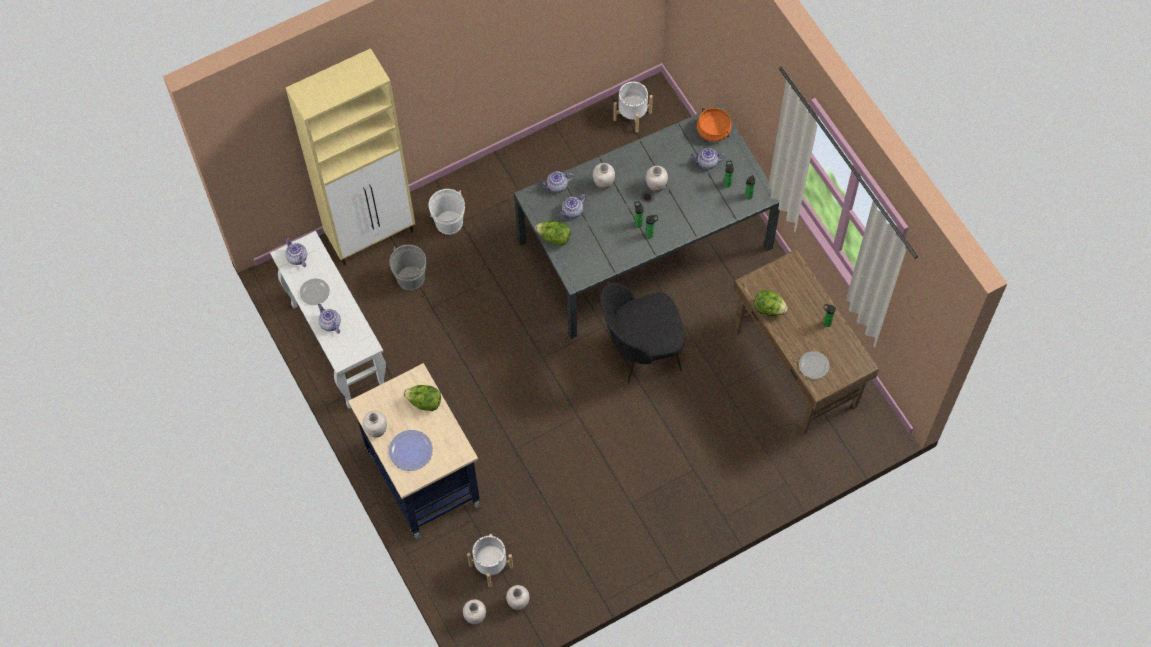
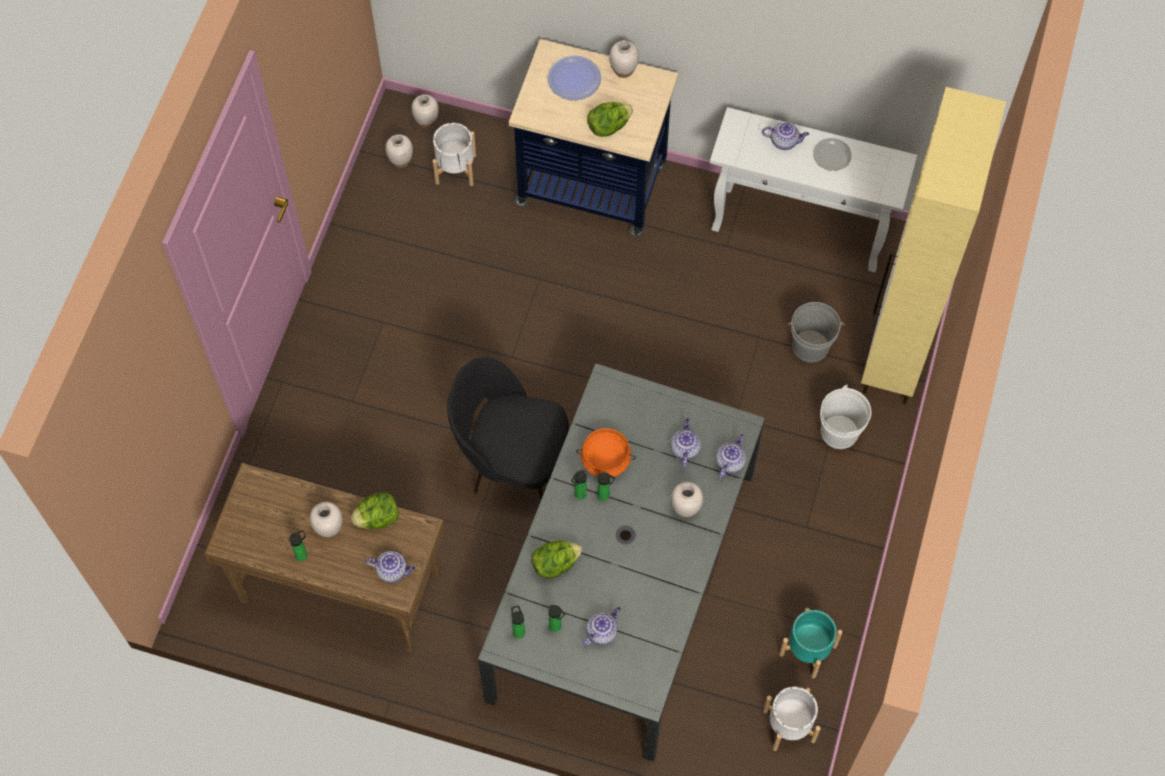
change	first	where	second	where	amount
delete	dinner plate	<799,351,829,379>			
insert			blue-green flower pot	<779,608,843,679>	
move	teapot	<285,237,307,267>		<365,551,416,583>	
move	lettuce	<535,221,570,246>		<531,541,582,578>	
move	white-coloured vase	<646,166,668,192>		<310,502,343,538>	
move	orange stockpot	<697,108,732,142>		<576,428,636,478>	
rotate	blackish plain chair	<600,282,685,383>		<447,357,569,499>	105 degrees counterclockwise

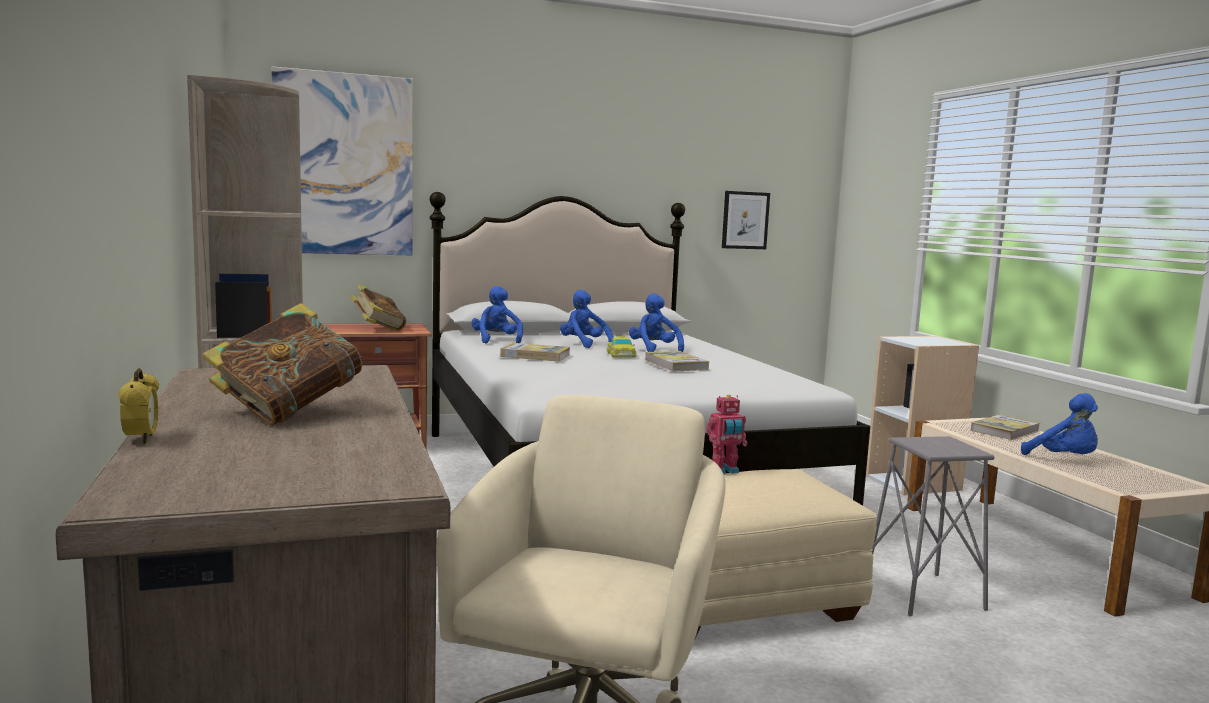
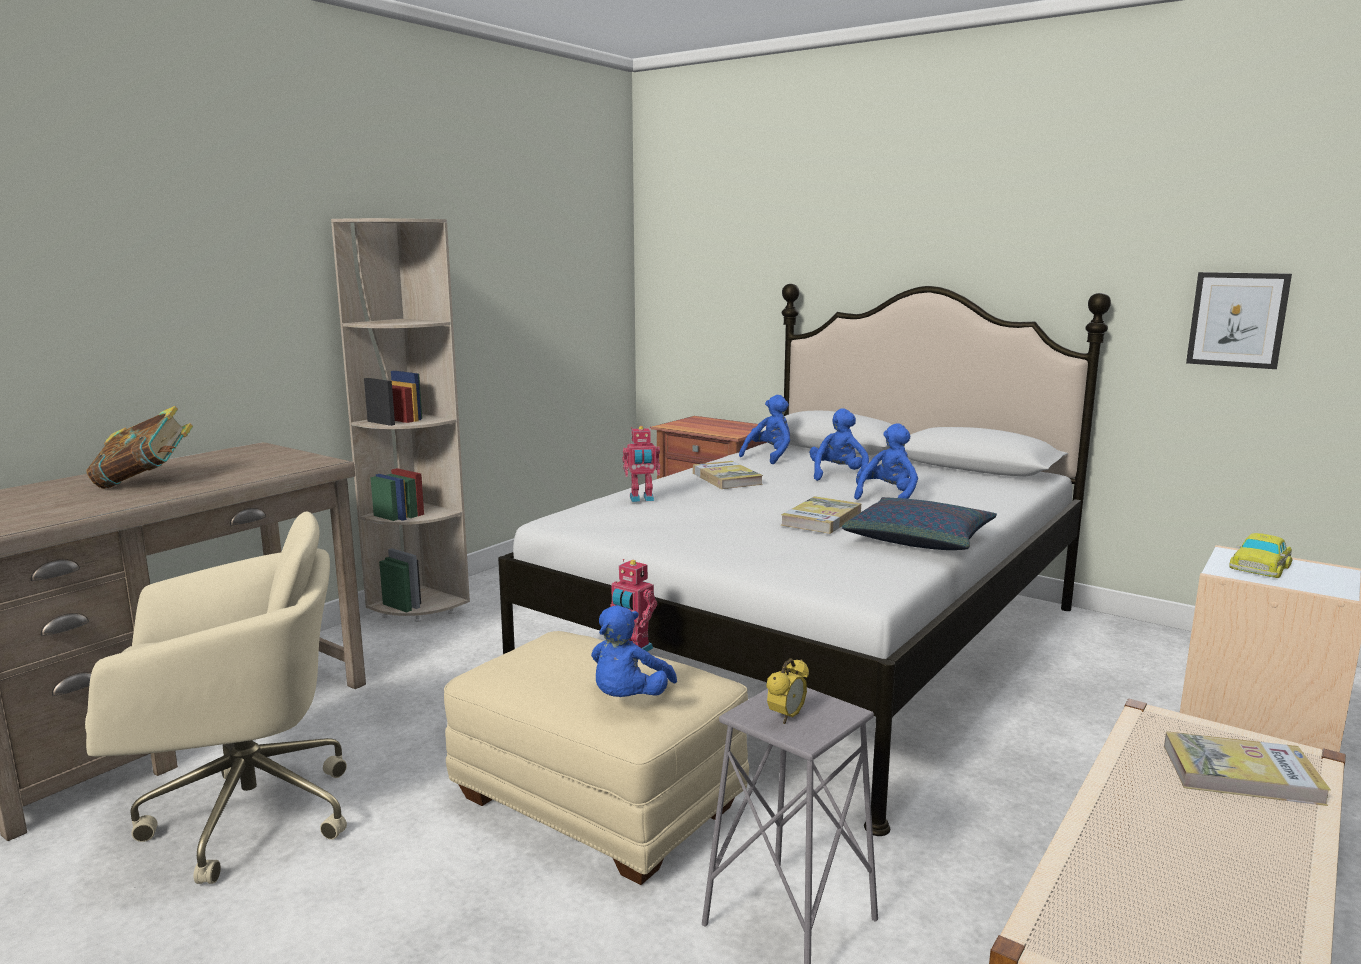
change	first	where	second	where	amount
delete	wall picture	<271,66,413,255>			
delete	bound book	<351,284,406,331>			
insert			toy robot	<623,426,660,502>	
insert			bluish throw pillow	<842,497,997,550>	
move	bedside clock	<118,368,159,444>		<766,658,809,724>	
move	miniature car	<607,336,636,358>		<1229,533,1292,578>	
move	bluish soft toy	<1021,393,1098,455>		<591,605,677,697>	

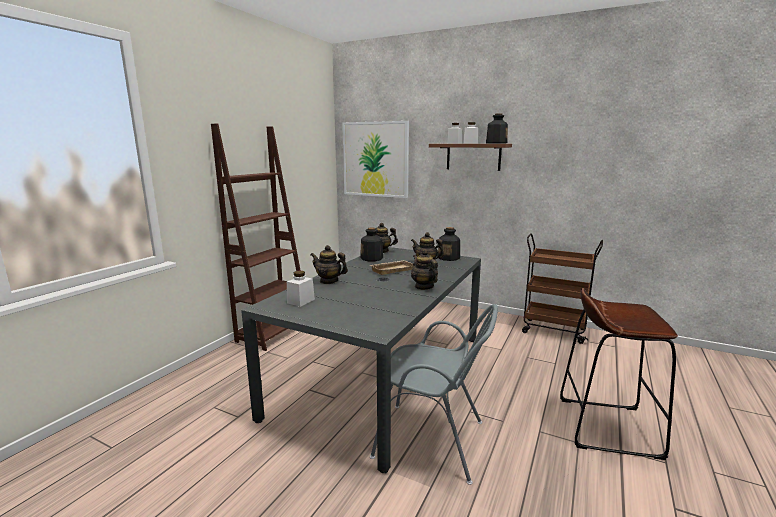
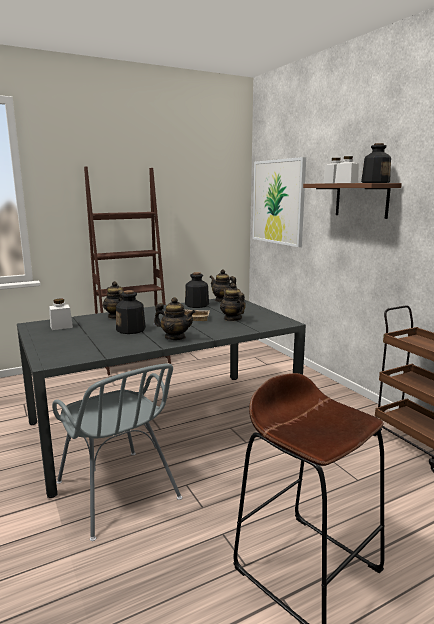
change	first	where	second	where	amount
move	beverage bottle	<438,227,460,261>		<116,290,146,334>	
rotate	teapot	<411,250,438,290>		<154,297,196,340>	105 degrees clockwise

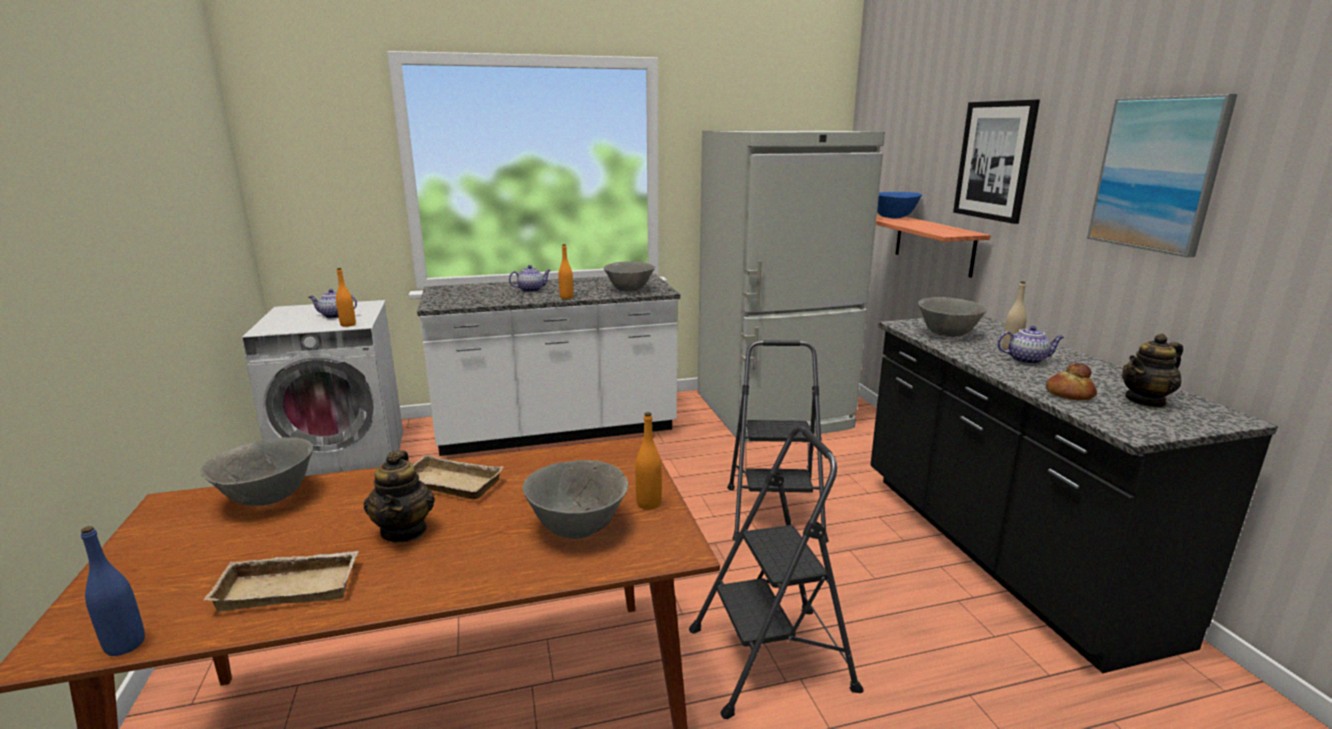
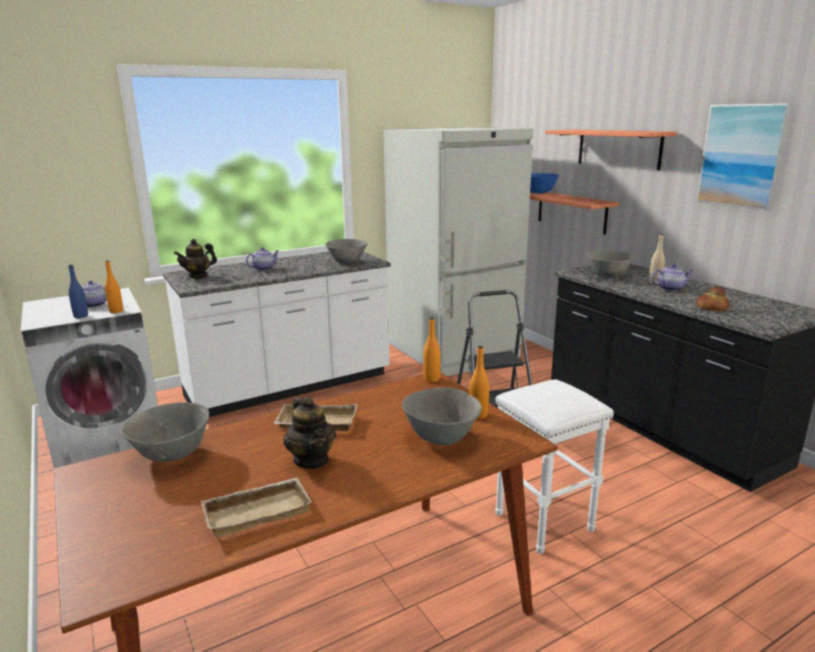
change	first	where	second	where	amount
move	bluish beverage bottle	<81,526,145,656>		<68,264,88,318>	
move	orange beverage bottle	<559,244,573,299>		<423,317,441,382>	
move	teapot	<1122,333,1183,408>		<174,239,217,279>	
replace	blackish step stool	<689,426,864,719>	white-coloured stool seat	<495,379,614,554>	
replace	wall picture	<953,100,1040,224>	shelf	<545,130,677,170>	

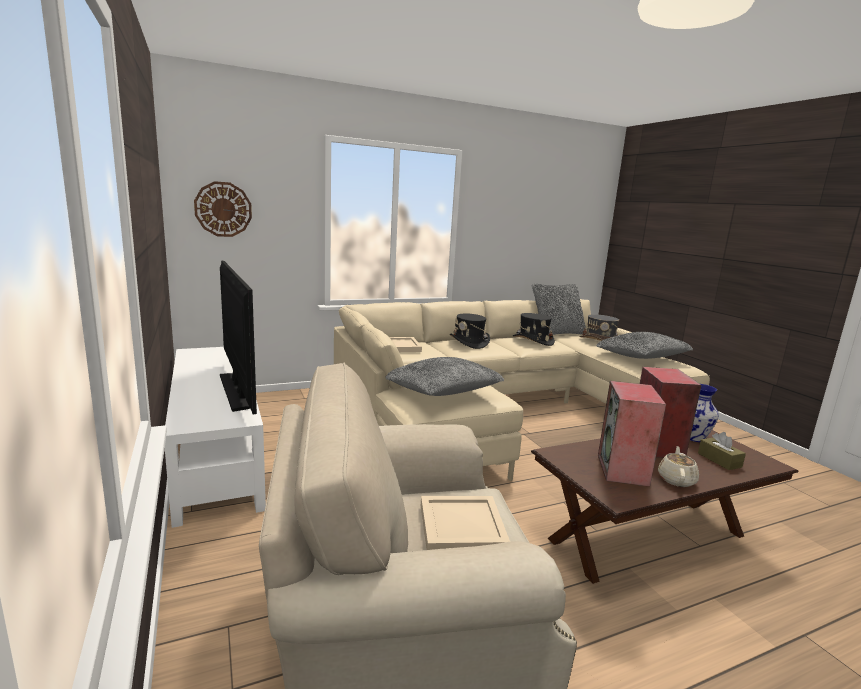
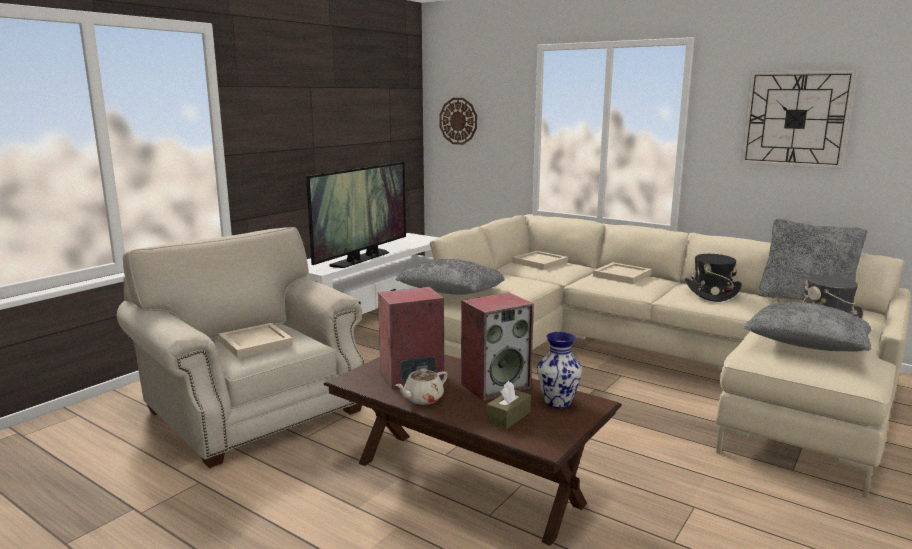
change	first	where	second	where	amount
insert			hanging clock	<741,70,857,169>	
replace	blackish clothing hat	<450,313,490,349>	beige serving tray	<593,262,652,284>	
rotate	beige teapot	<658,446,699,487>		<395,369,448,405>	150 degrees clockwise

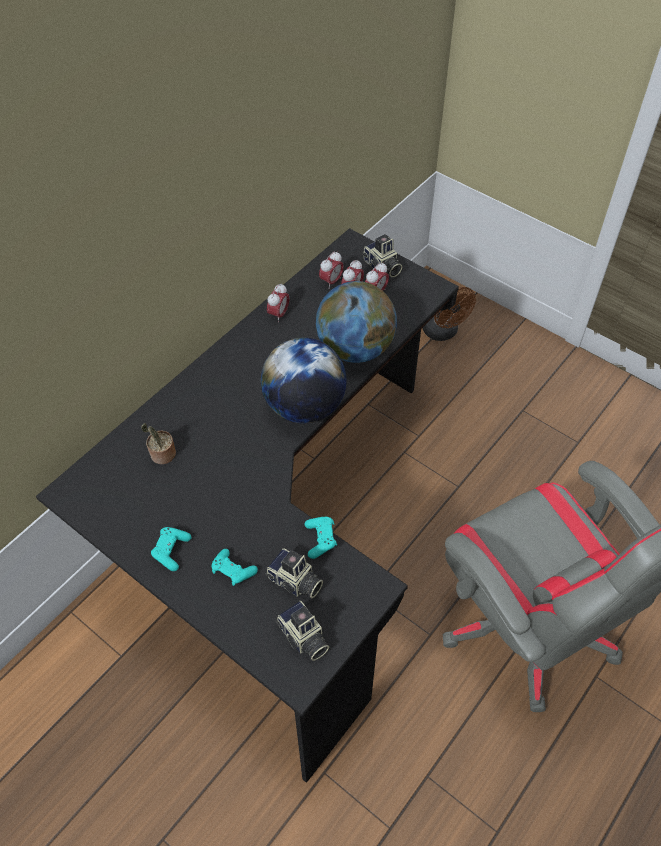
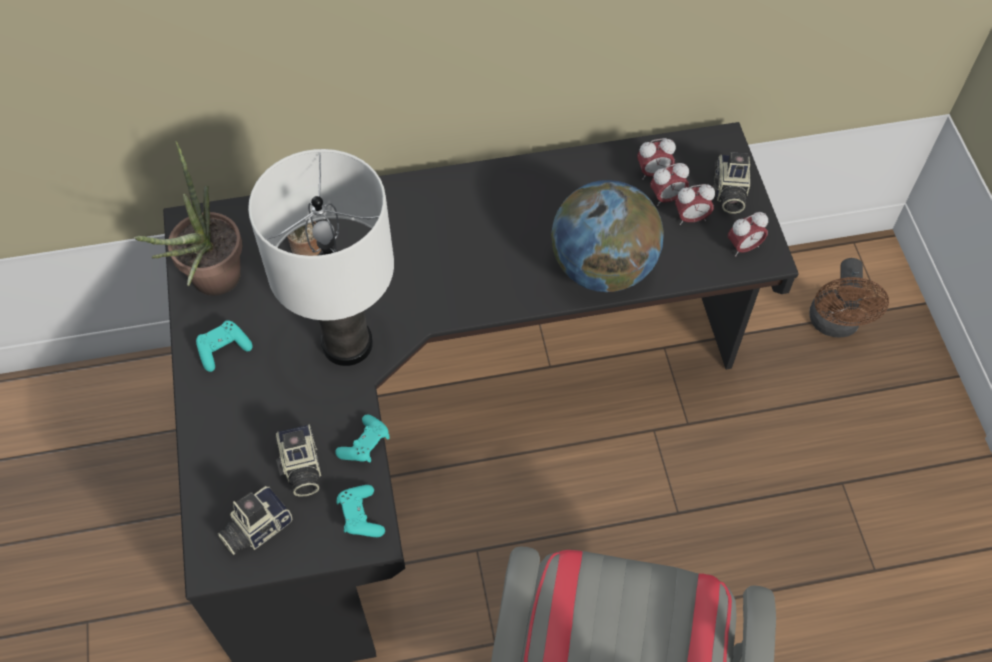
change	first	where	second	where	amount
delete	world globe	<261,338,346,423>			
insert			houseplant	<134,141,243,296>	
insert			white-coloured tabletop lamp	<248,149,394,366>	
move	blue-green joypad	<212,549,258,586>		<337,485,385,537>	
move	bedside clock	<267,283,289,322>		<728,212,768,256>	
rotate	photo camera	<275,601,329,661>		<218,486,293,555>	45 degrees clockwise

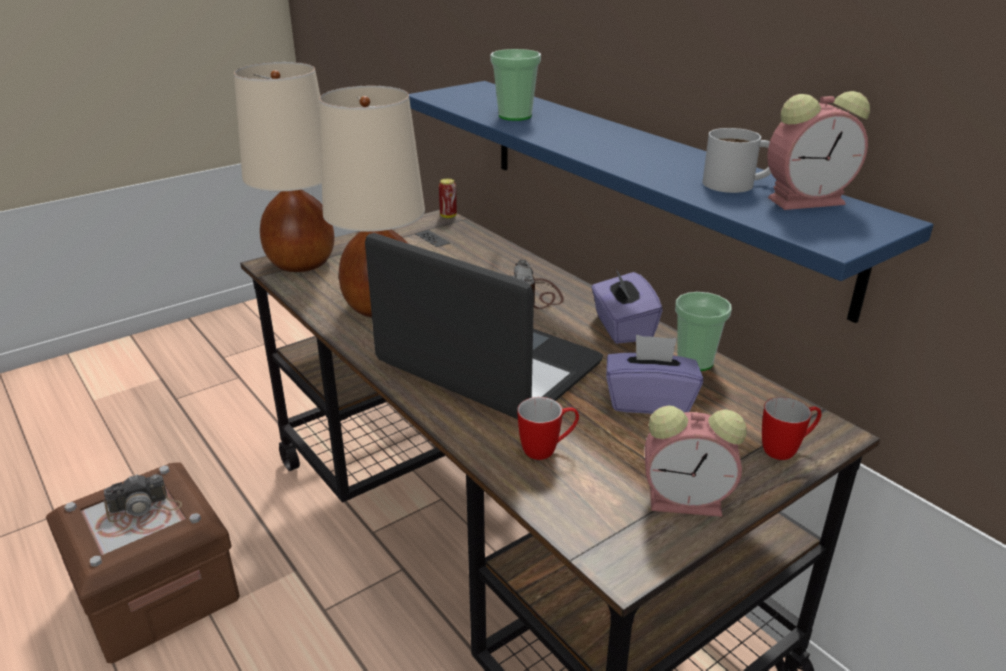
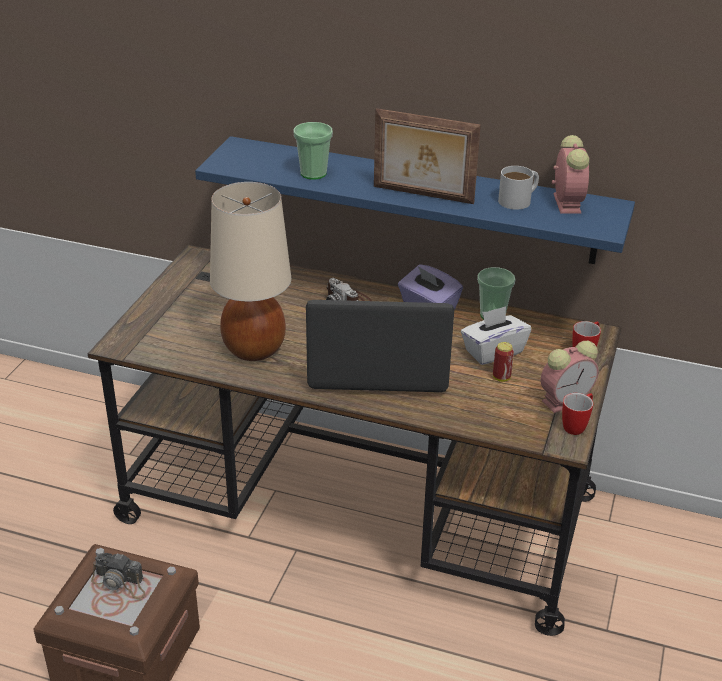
change	first	where	second	where	amount
delete	beige tabletop lamp	<234,62,334,272>			
insert			picture frame	<374,108,481,204>	
move	metal can	<439,179,457,218>		<493,342,514,382>	
move	coffee mug	<518,397,579,460>		<562,393,593,435>	
recolor	purplish box of tissues	<606,334,703,414>	white-coloured box of tissues	<461,306,531,365>	
rotate	photo camera	<104,474,182,522>		<91,553,145,599>	75 degrees clockwise
rotate	bedside clock	<767,91,870,210>		<552,135,589,213>	45 degrees counterclockwise

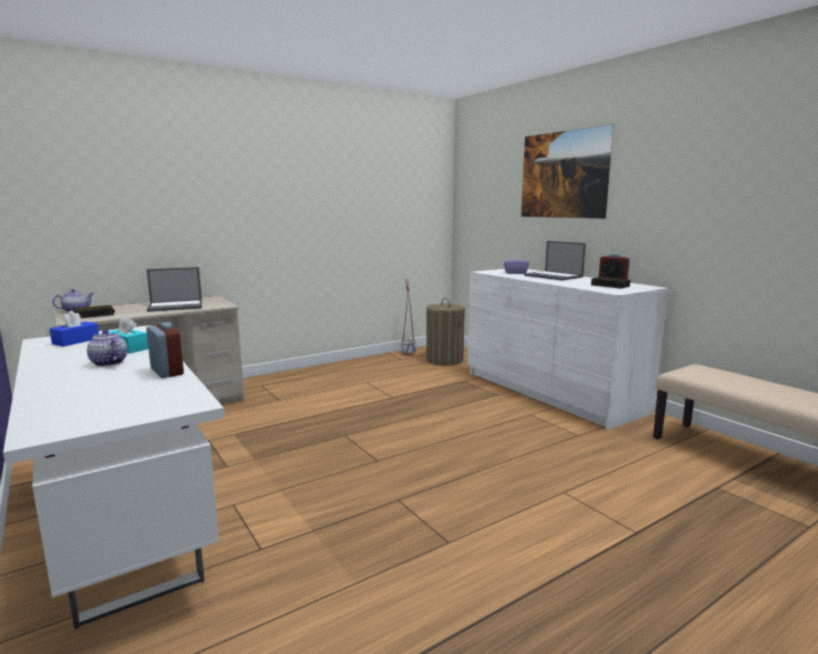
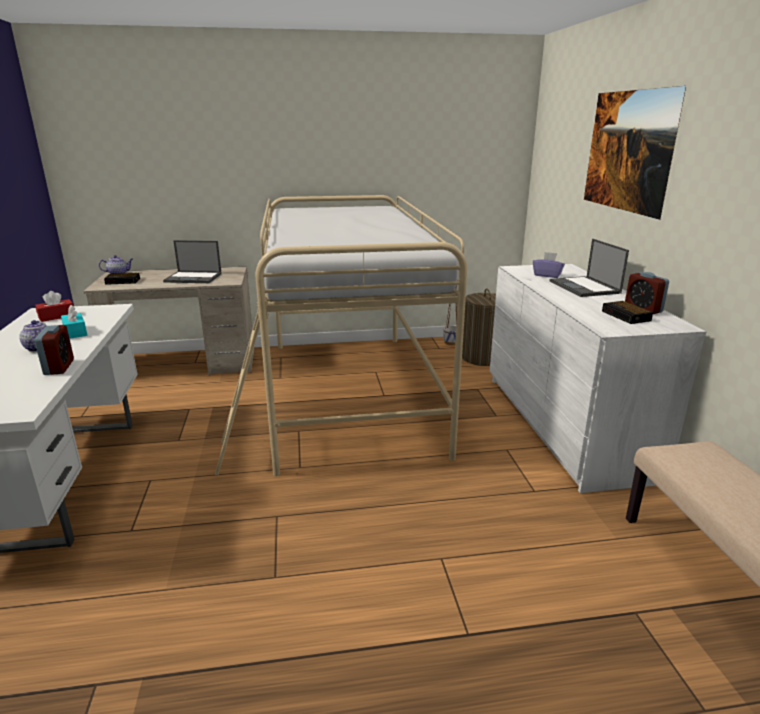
change	first	where	second	where	amount
insert			beige bed	<215,195,467,476>	
recolor	bluish box of tissues	<50,311,99,347>	red box of tissues	<35,291,74,322>	

